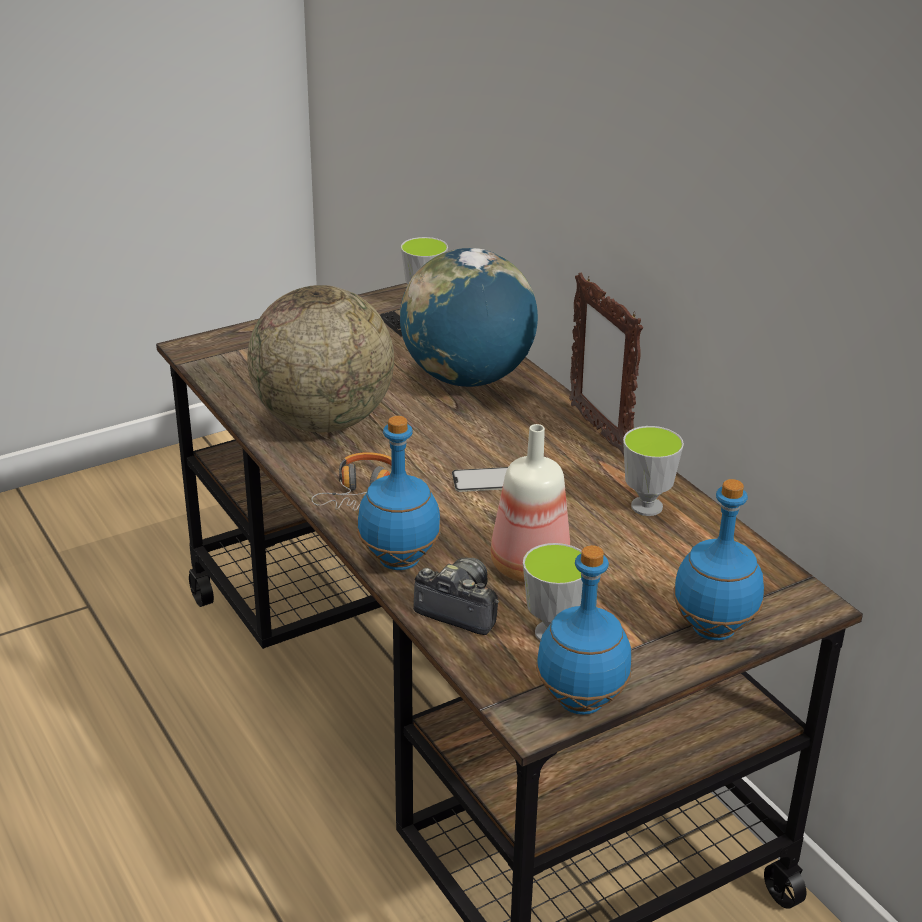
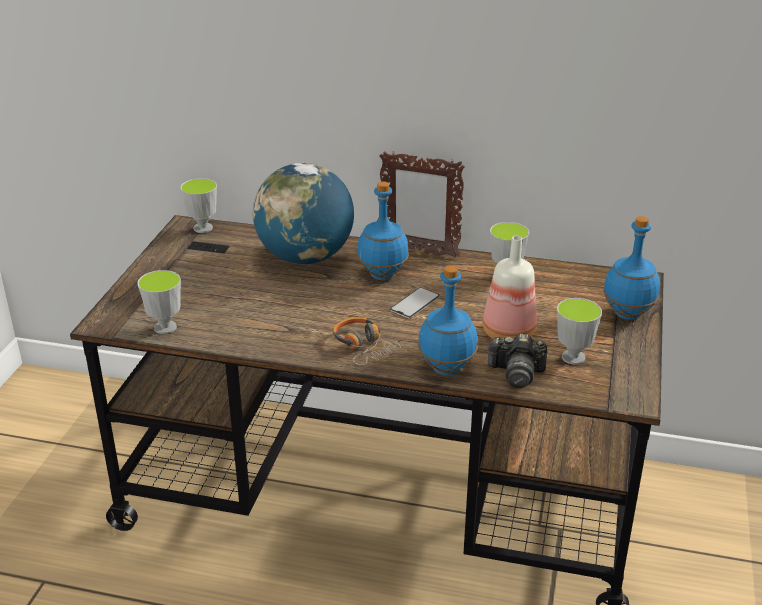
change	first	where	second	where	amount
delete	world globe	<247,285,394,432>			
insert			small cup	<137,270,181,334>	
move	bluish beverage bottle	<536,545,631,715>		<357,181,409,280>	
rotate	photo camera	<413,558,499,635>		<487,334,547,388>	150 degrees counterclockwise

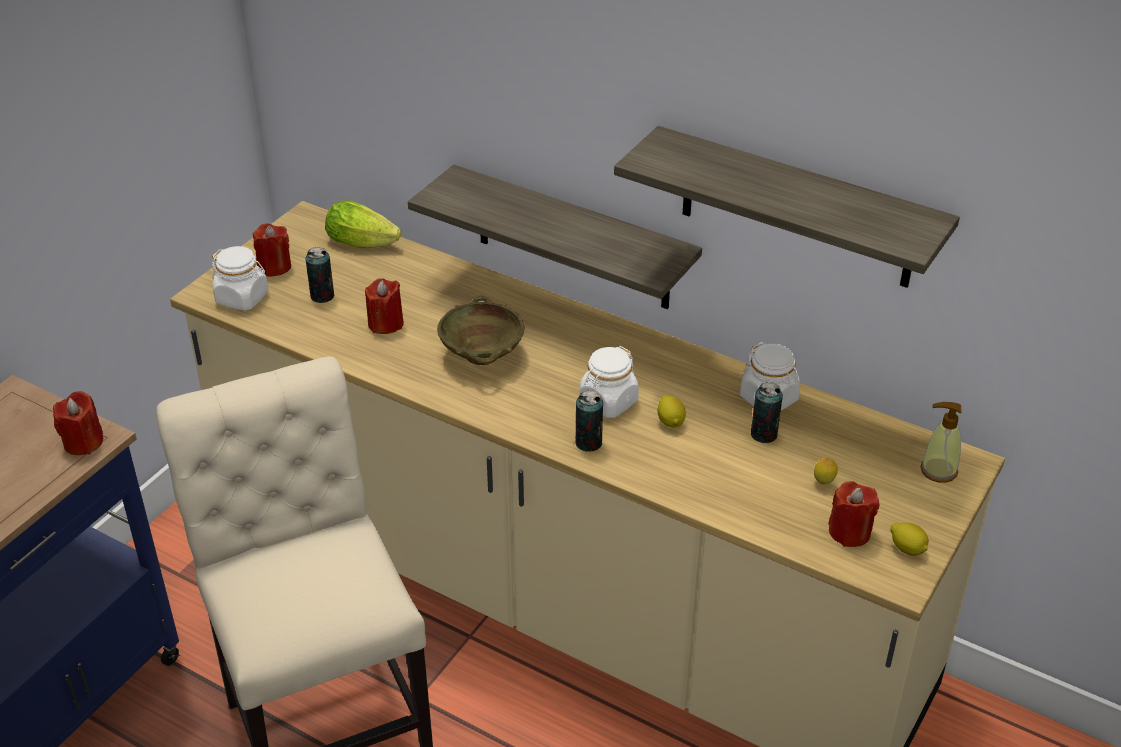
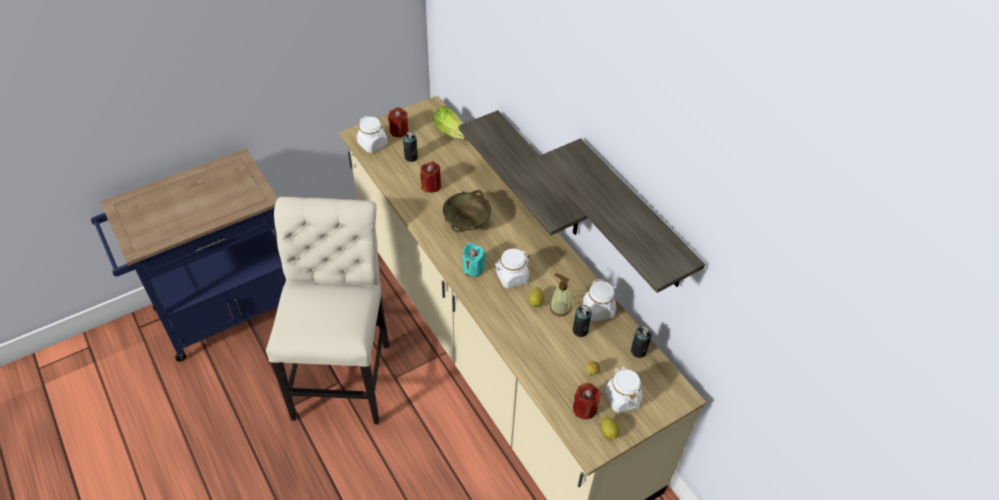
change	first	where	second	where	amount
delete	red wax light	<53,391,103,455>			
insert			blue-green wax light	<462,243,485,277>	
insert			white-coloured preserve jar	<605,367,643,413>	
move	metal can	<575,390,603,452>		<631,326,652,358>	
move	liquid soap bottle	<920,402,961,483>		<550,274,571,317>	

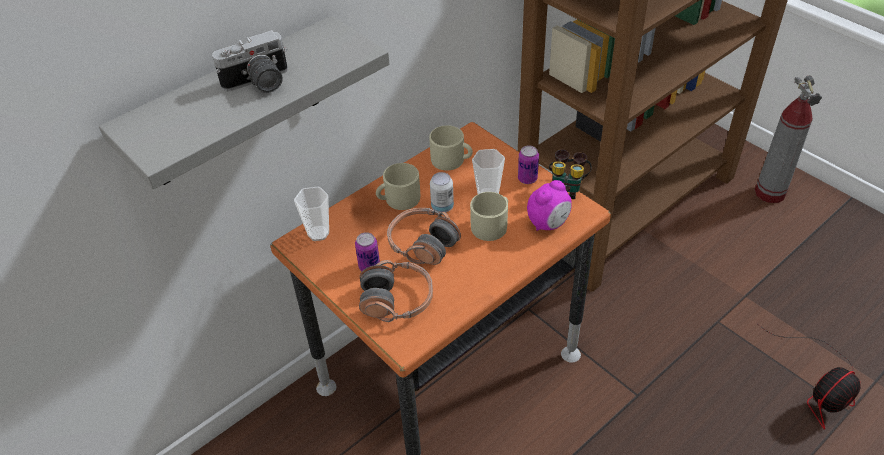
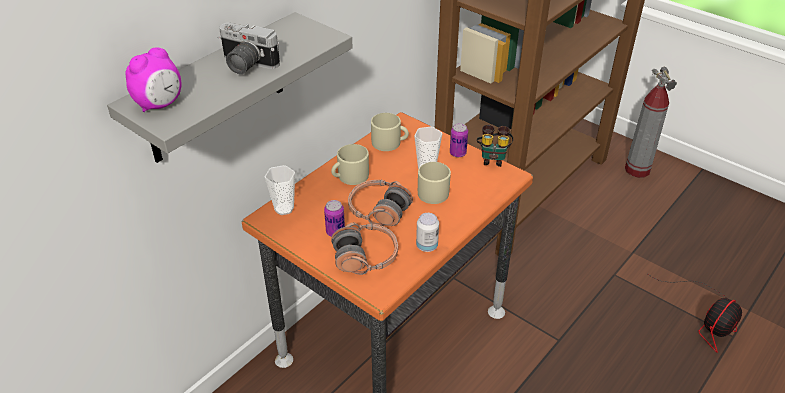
change	first	where	second	where	amount
move	metal can	<430,172,454,213>		<416,213,439,252>	
move	bedside clock	<527,180,572,231>		<125,47,181,112>	
rotate	photo camera	<212,30,288,93>		<218,23,280,74>	60 degrees clockwise

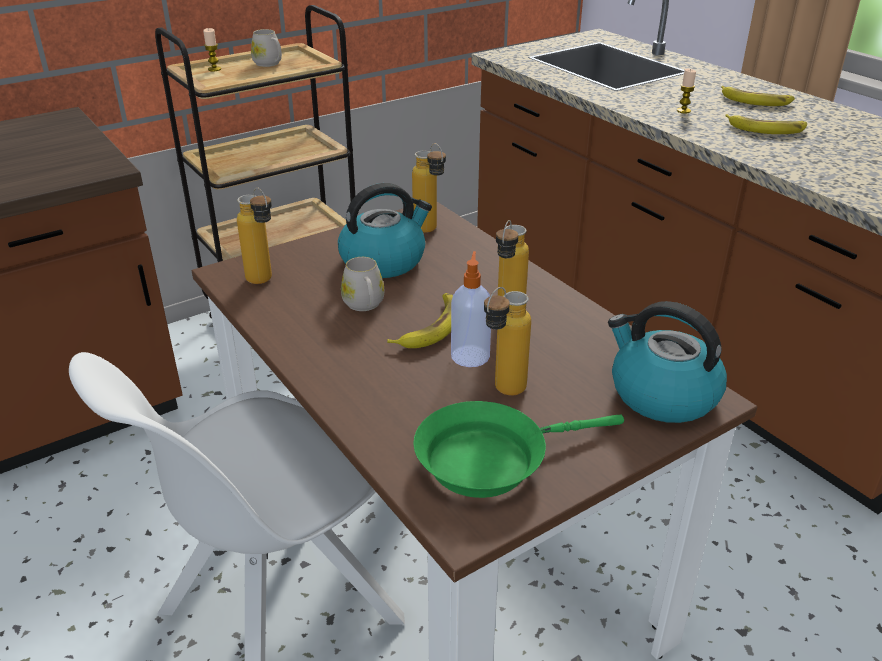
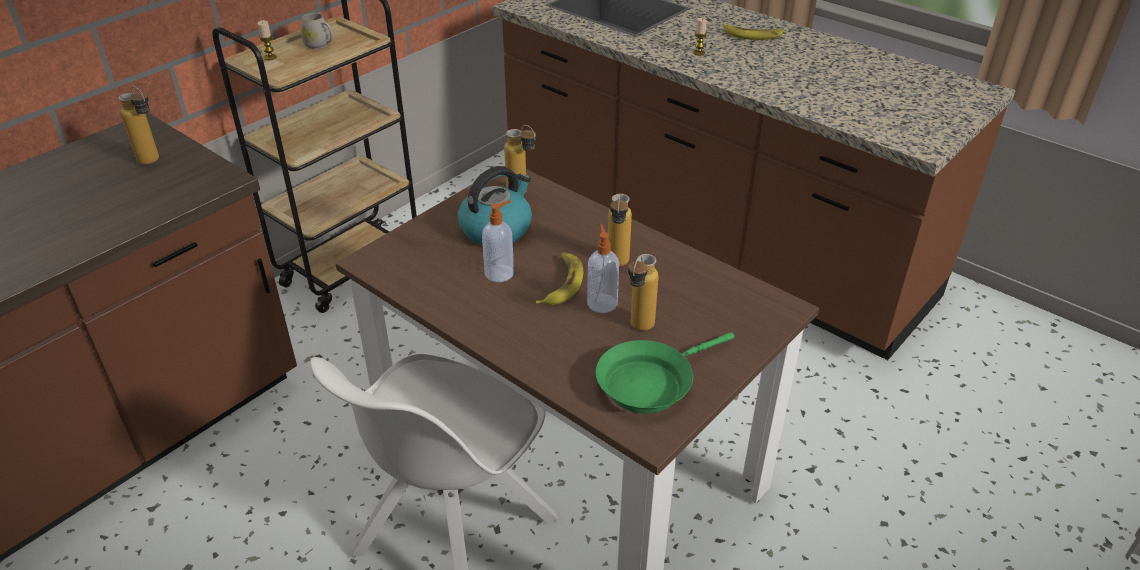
change	first	where	second	where	amount
delete	tea kettle	<608,301,727,423>			
delete	banana	<725,114,807,134>			
move	beverage bottle	<237,187,272,284>		<118,86,159,165>	
replace	white-coloured coffee mug	<341,257,384,311>	liquid soap bottle	<482,200,514,282>	

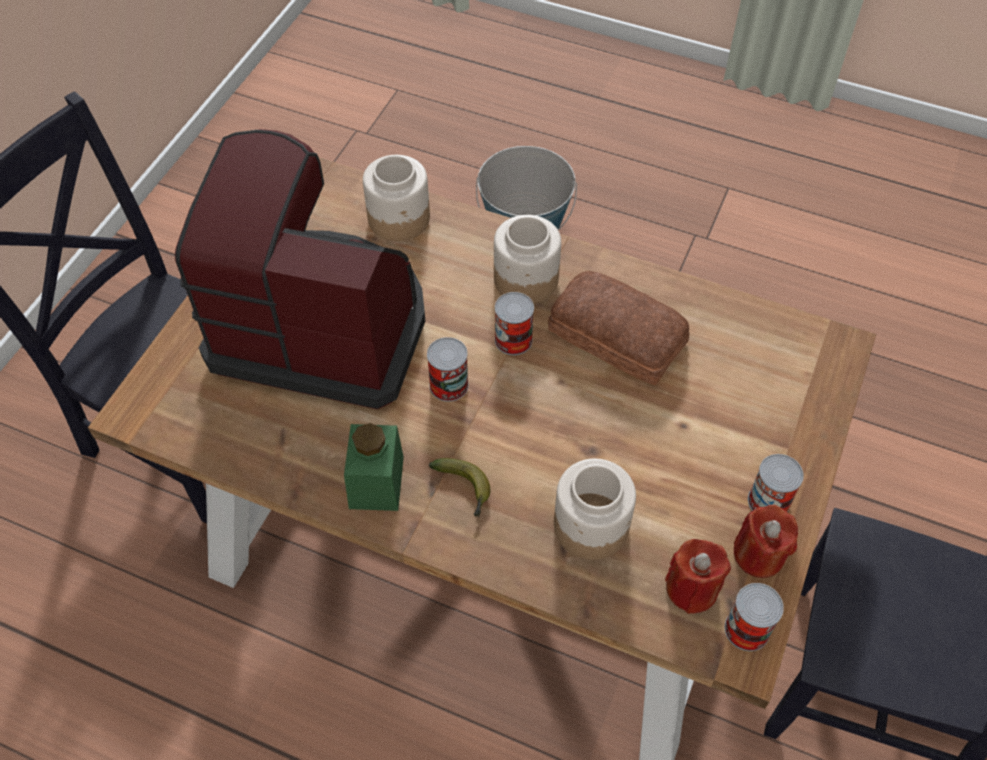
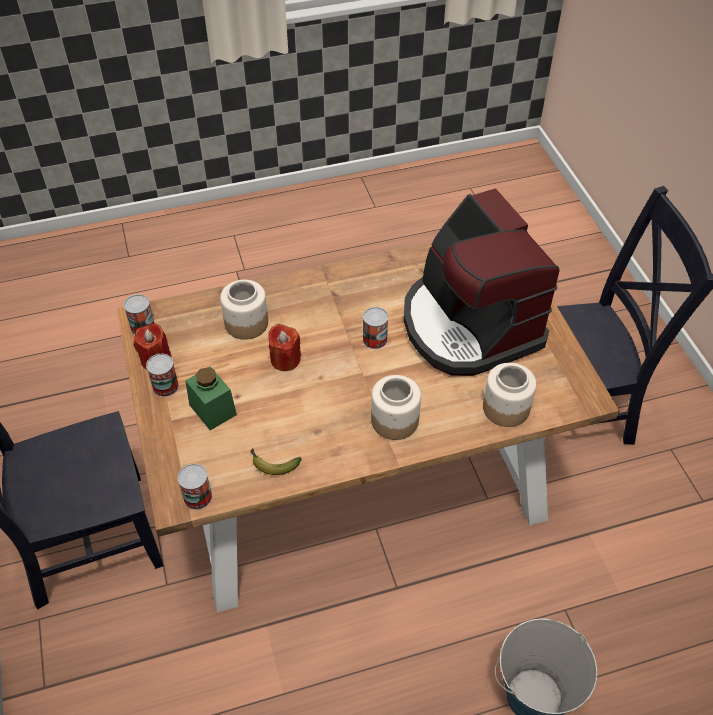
change	first	where	second	where	amount
delete	bread	<548,271,689,385>			
move	greenish preserve jar	<344,423,404,511>		<185,366,237,430>	
move	banana	<429,458,490,517>		<250,448,302,475>	
move	metal can	<495,292,534,355>		<177,464,212,510>	
move	red wax light	<665,539,731,614>		<268,324,301,371>	
rotate	coffee maker	<175,129,425,409>		<404,188,560,376>	90 degrees clockwise

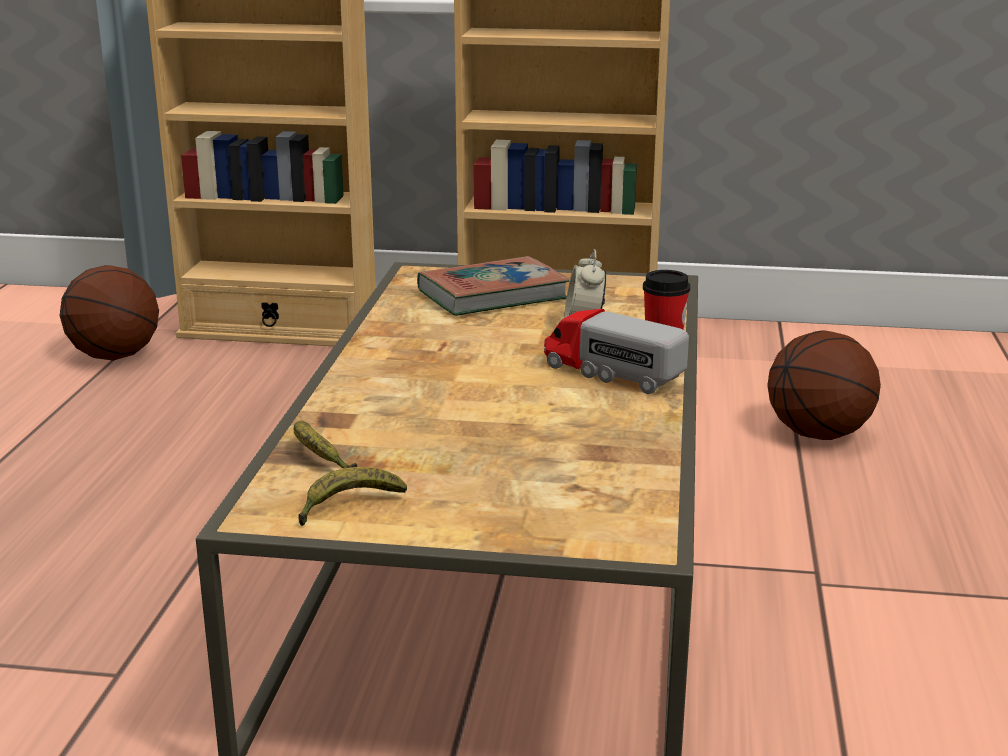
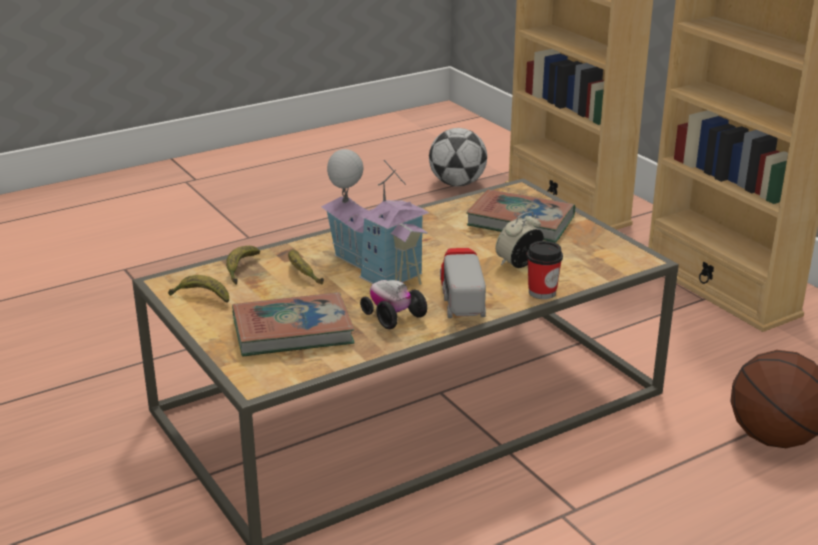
change	first	where	second	where	amount
insert			bound book	<232,292,355,356>	
insert			banana	<288,250,324,284>	
insert			miniature house	<321,149,430,285>	
insert			miniature car	<360,280,427,329>	
replace	basketball	<60,265,159,360>	ball for football	<429,128,487,187>	

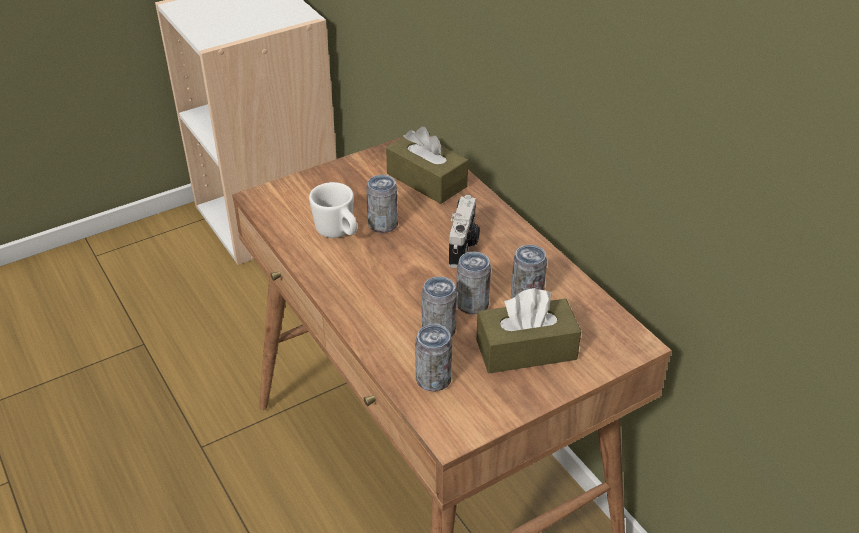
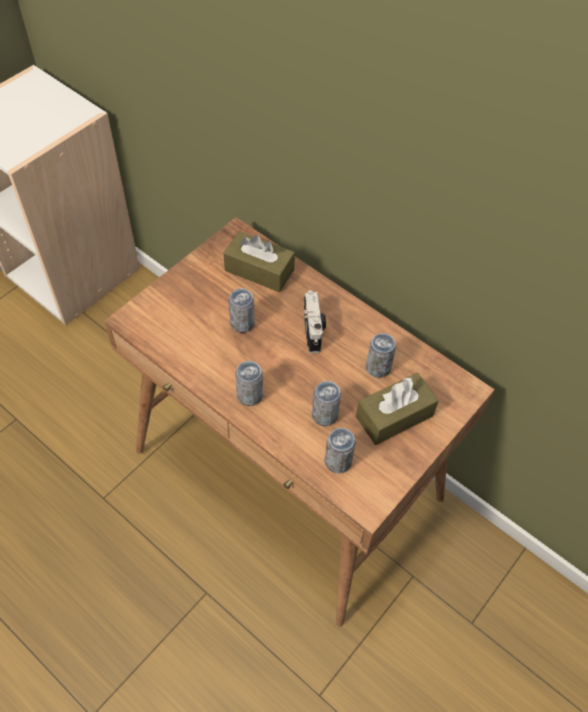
change	first	where	second	where	amount
delete	white-coloured coffee mug	<309,182,357,238>			
move	metal can	<456,252,491,315>		<235,361,263,406>	

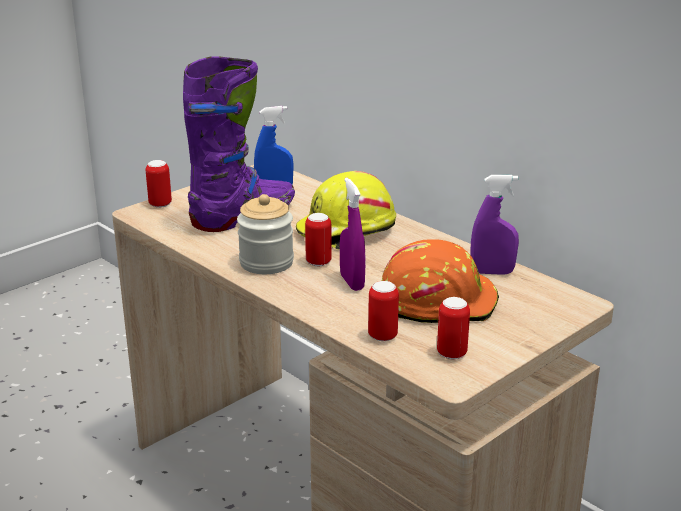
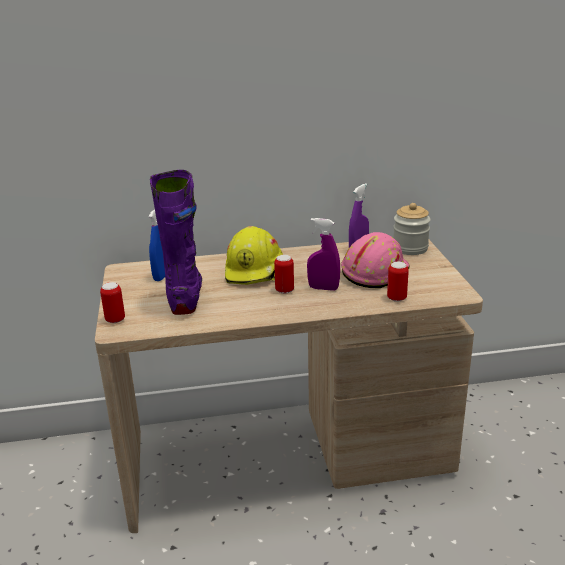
change	first	where	second	where	amount
delete	metal can	<437,297,470,359>			
move	preserve jar	<237,194,294,274>		<393,203,431,255>	
recolor	orange safety helmet	<381,239,499,323>	pinkish safety helmet	<341,232,410,288>	

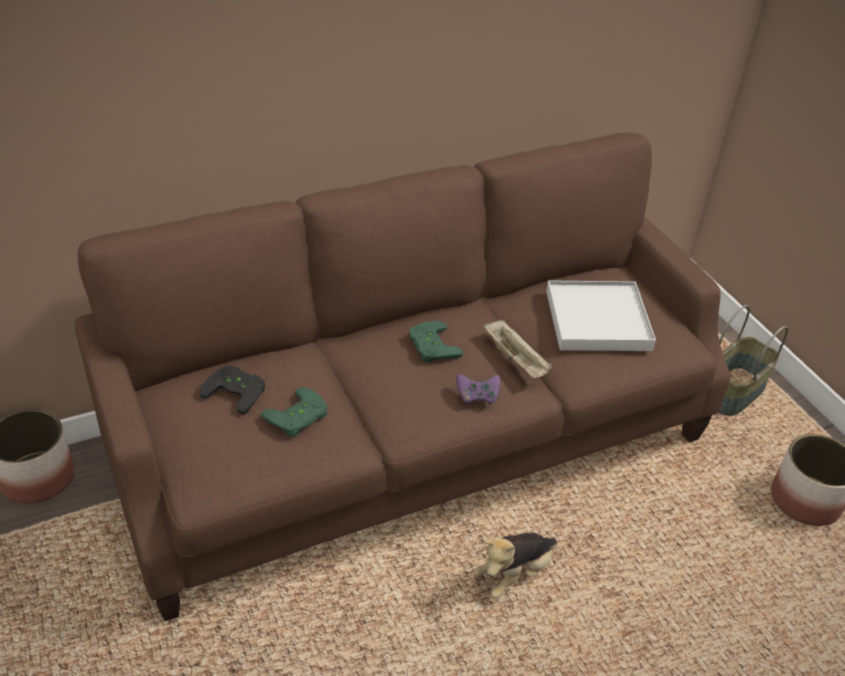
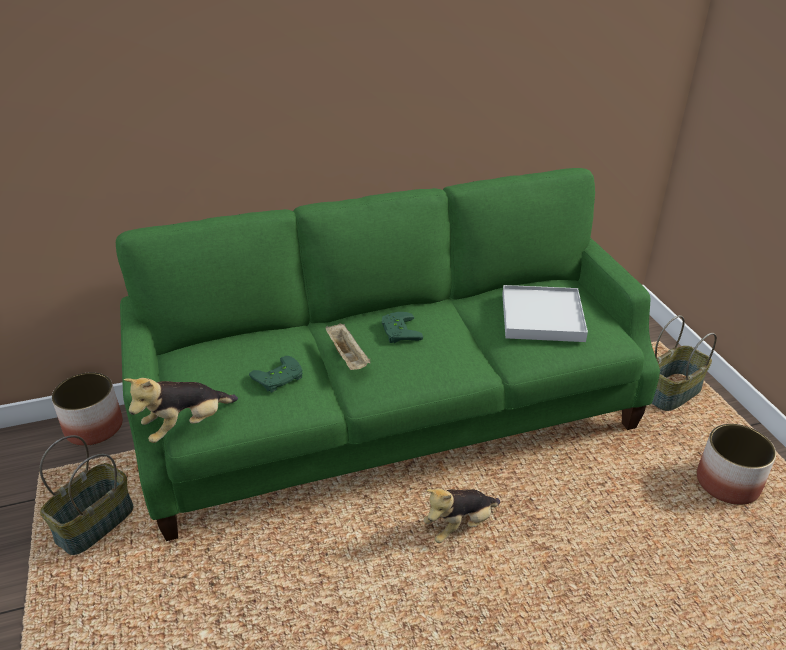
change	first	where	second	where	amount
delete	blackish joypad	<200,365,265,415>			
delete	purplish joypad	<456,374,500,405>			
insert			storage basket	<40,435,134,555>	
insert			soft toy	<124,378,238,443>	
move	beige serving tray	<484,319,552,378>		<325,323,370,370>	
recolor	brown settee	<75,132,730,621>	greenish settee	<116,168,660,541>	

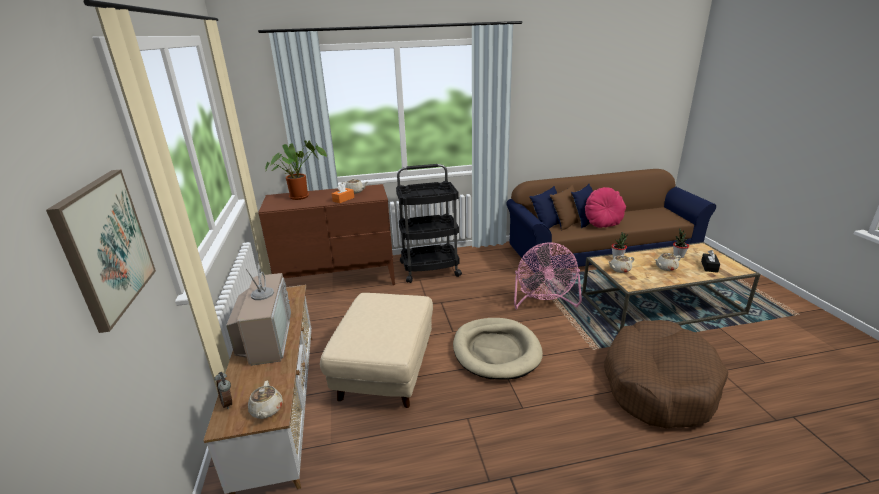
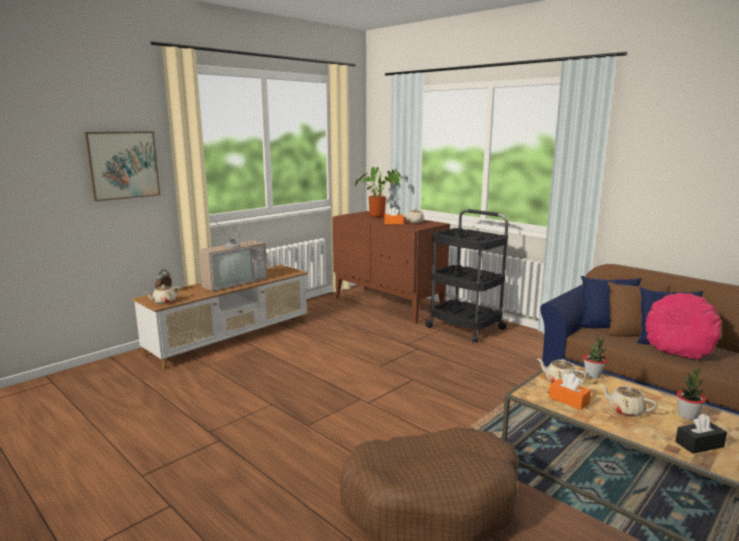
change	first	where	second	where	amount
delete	beige footrest	<320,293,433,408>			
delete	beige pet bed	<453,318,543,380>			
delete	pinkish electric fan	<514,242,582,309>			
insert			orange box of tissues	<549,373,591,410>	

